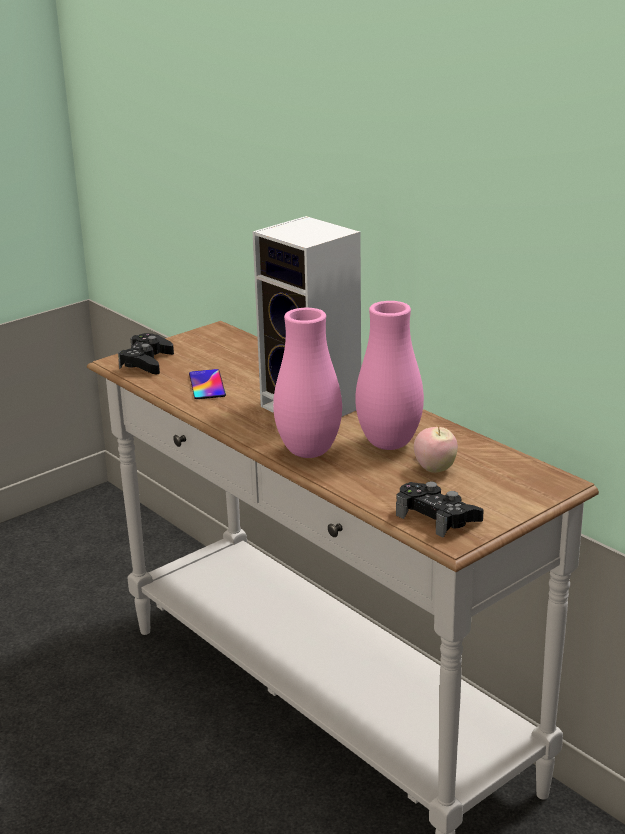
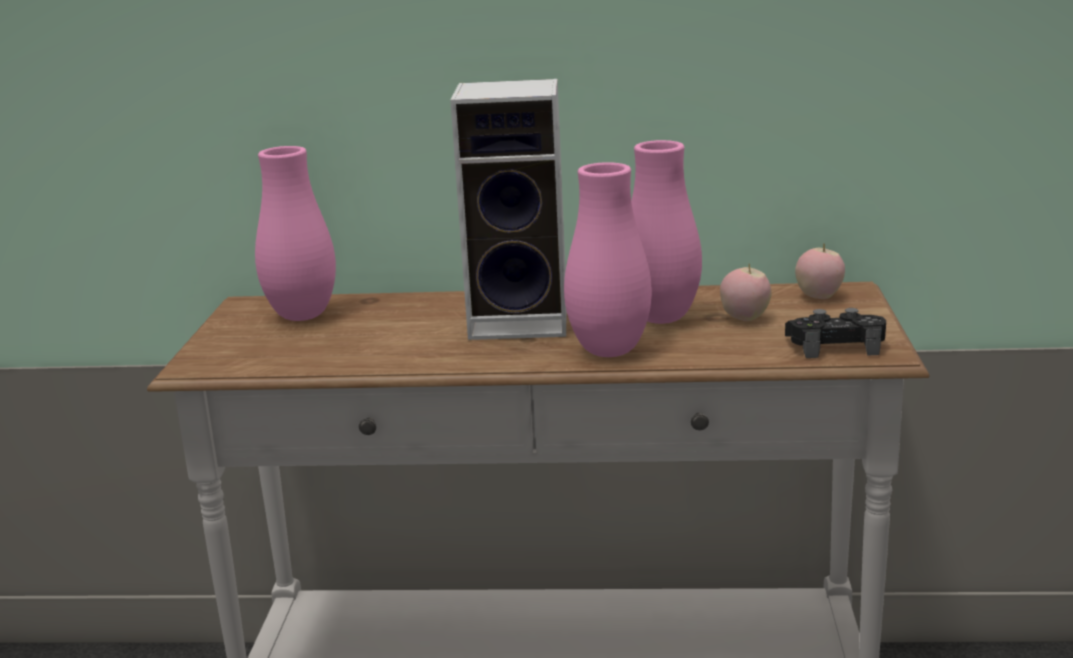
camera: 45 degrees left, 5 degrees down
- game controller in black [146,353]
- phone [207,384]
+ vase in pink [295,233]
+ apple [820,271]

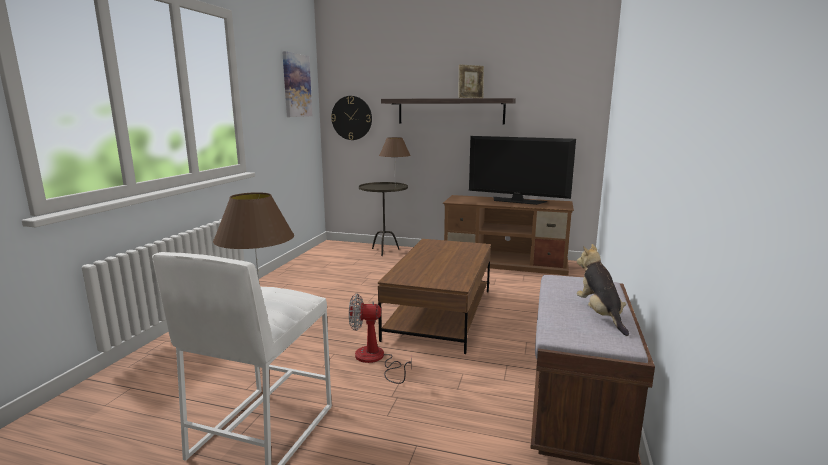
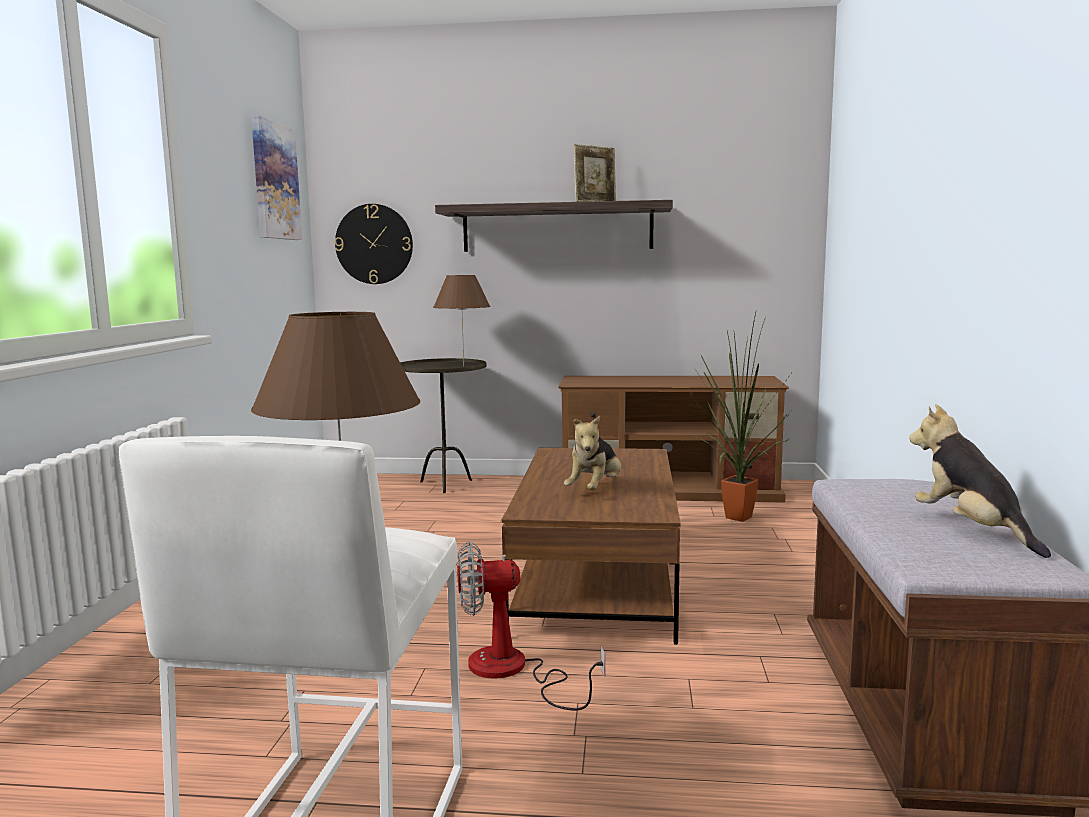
camera: 10 degrees left, 5 degrees down
- television [522,170]
+ plush toy [592,453]
+ potted plant [741,415]

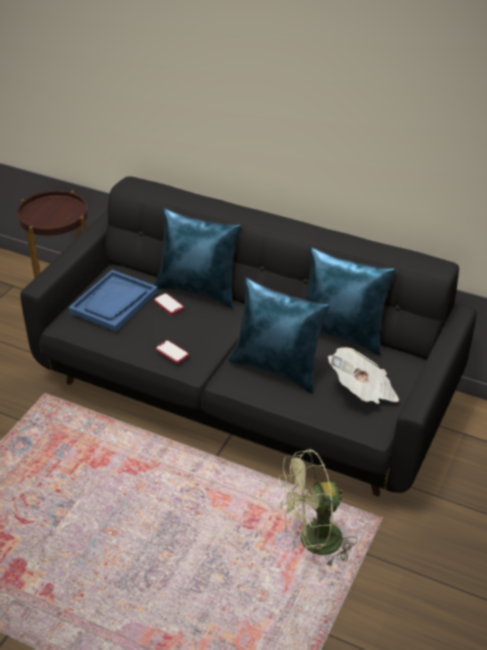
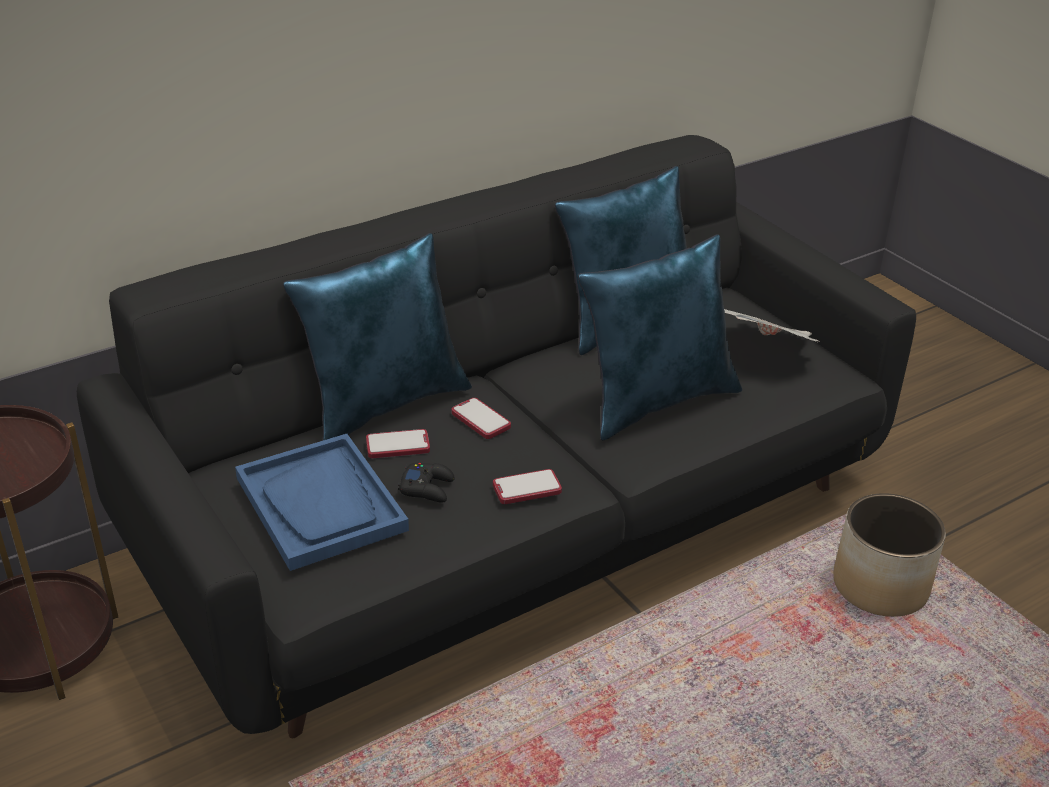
camera: 60 degrees left, 5 degrees down
~ fan in green [318,508] to planter [889,555]
+ game controller in black [426,483]
+ phone [481,418]

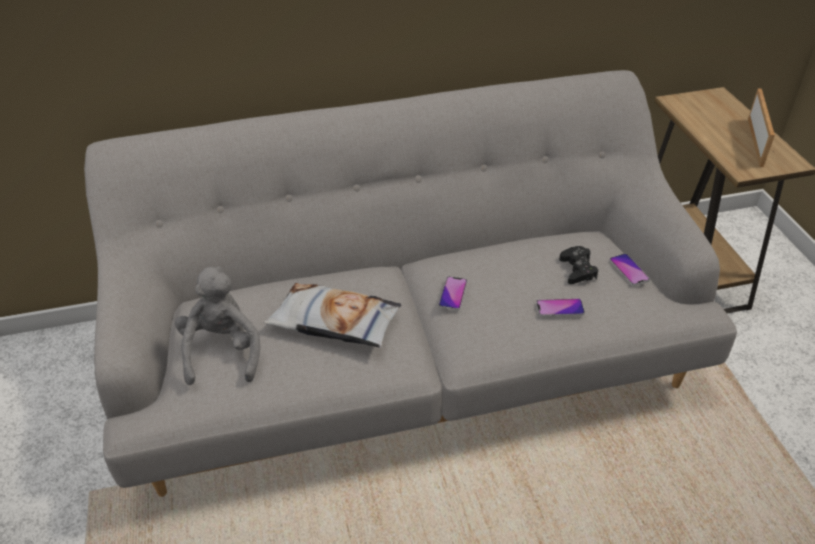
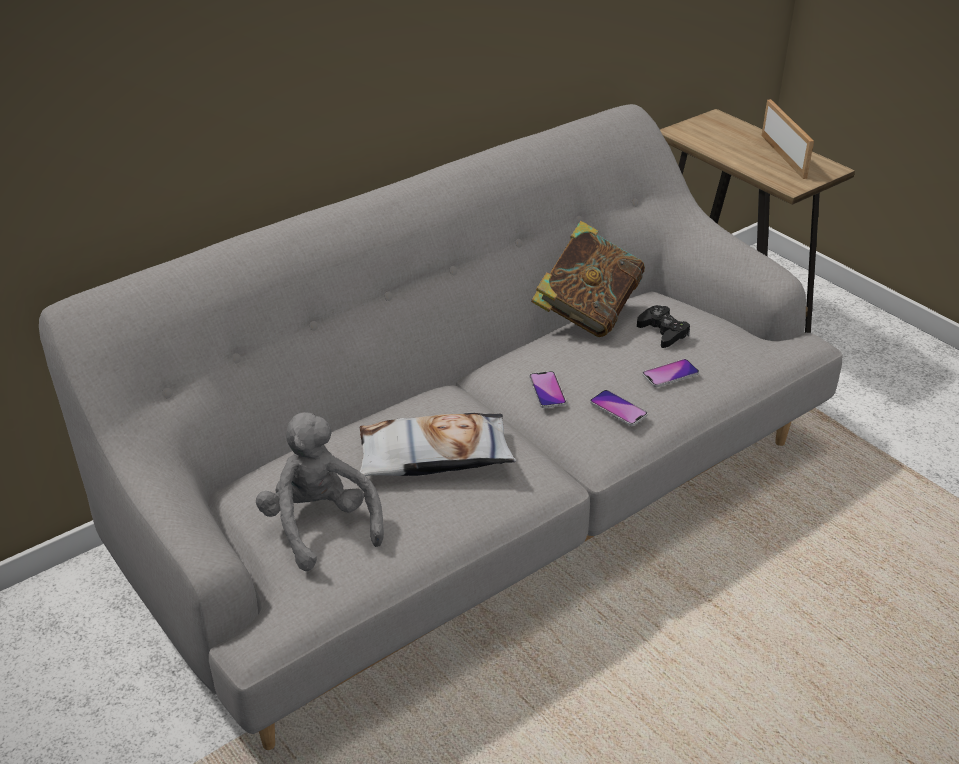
camera: 25 degrees left, 5 degrees down
~ phone [629,270] to [619,408]
+ book [588,279]

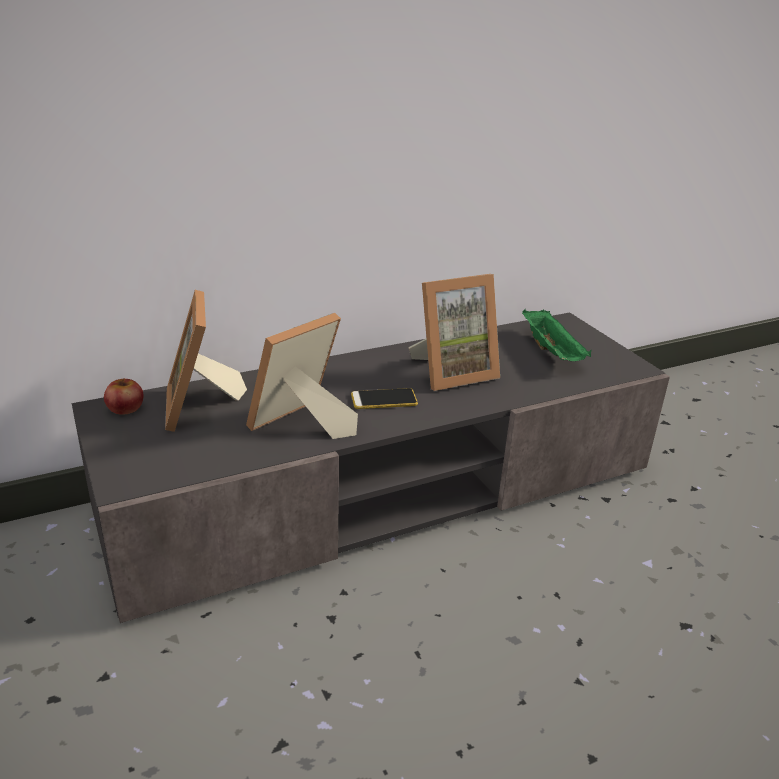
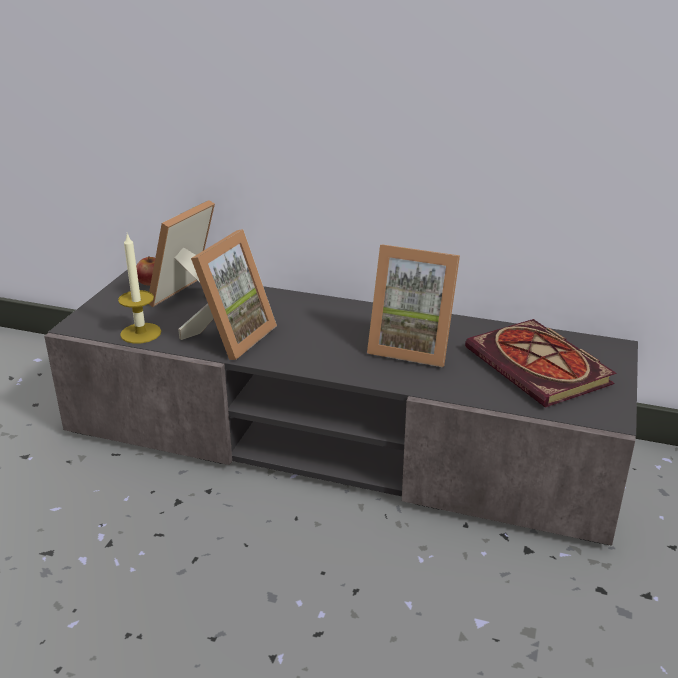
camera: 45 degrees right, 0 degrees up
~ picture frame [302,376] = [227,294] 120 degrees clockwise
- phone [384,398]
~ tray in green [556,335] to book [540,363]
+ candle [139,288]

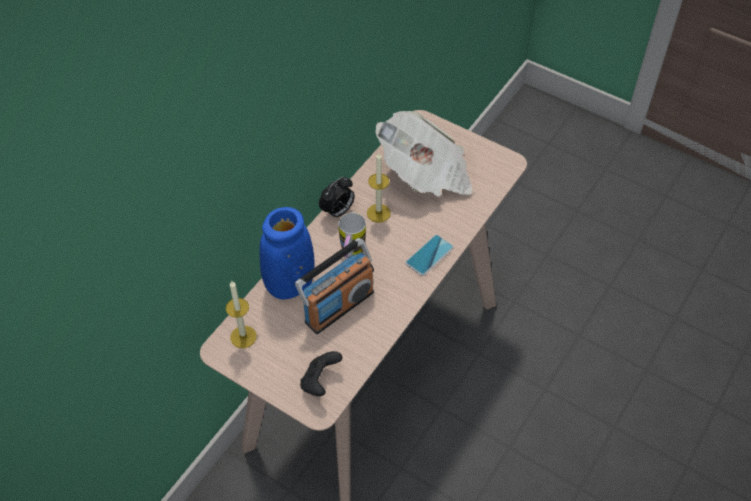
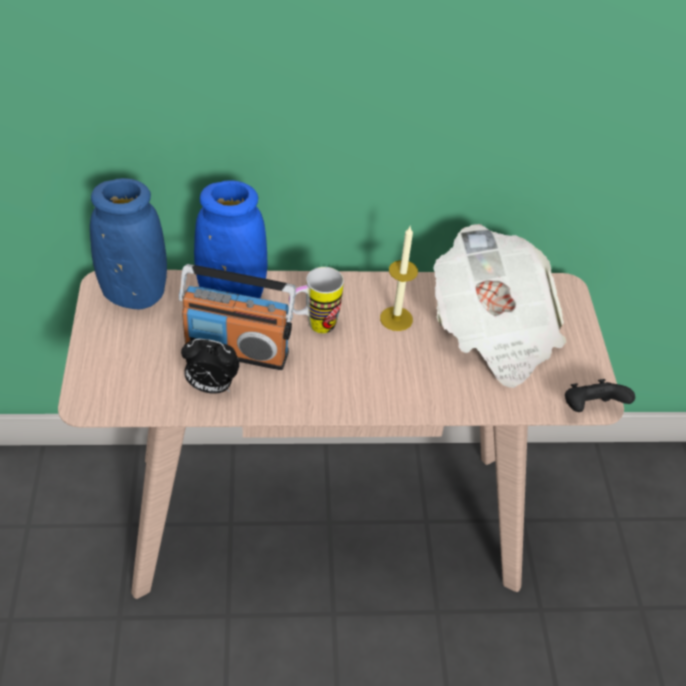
camera: 50 degrees right, 5 degrees down
~ candle [241,314] to vase in blue [128,243]
~ game controller in black [321,373] to [600,395]
~ alarm clock [337,198] to [210,366]
- phone [429,255]

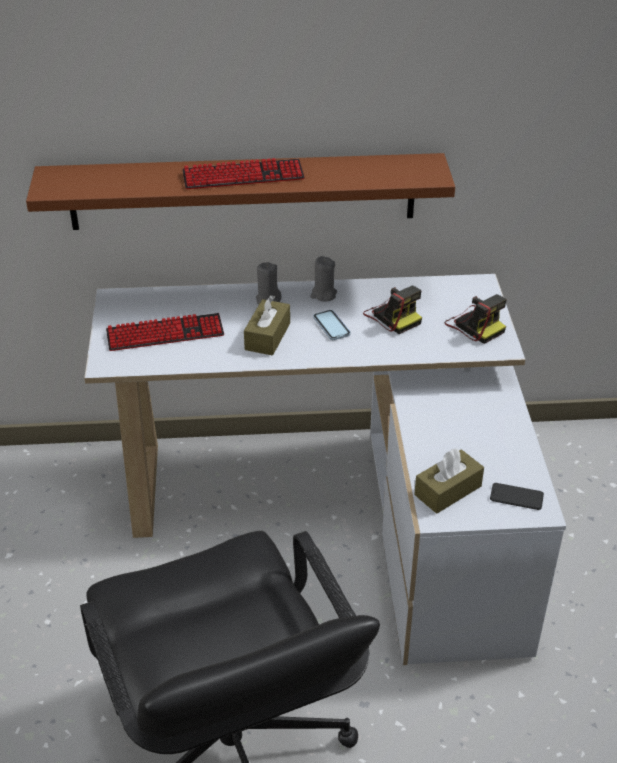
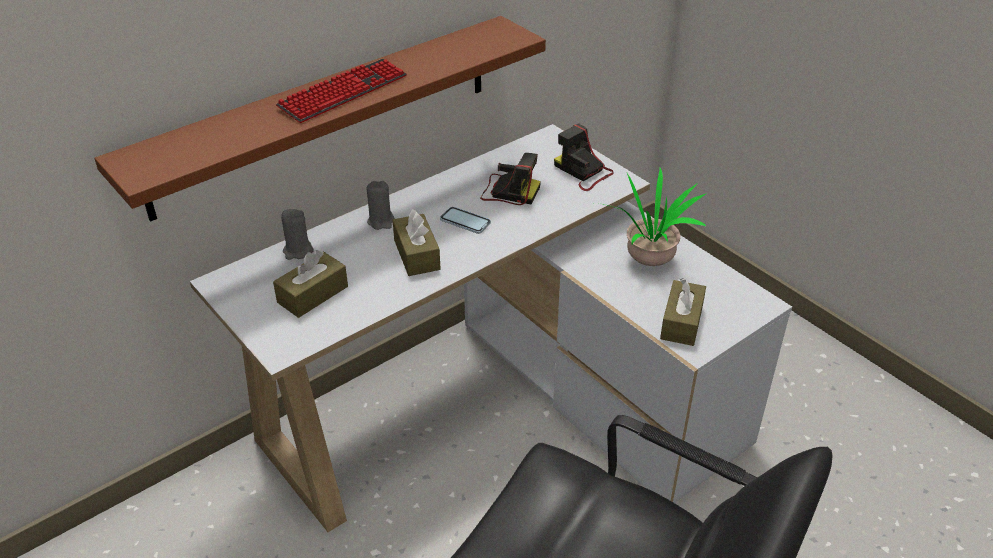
camera: 35 degrees left, 0 degrees up
~ keyboard [165,332] to tissue box in brown [310,284]
~ candle in grey [323,278] to [297,234]
~ photo camera [476,319] = [583,157] 150 degrees counterclockwise
- phone [517,496]
+ potted plant [653,217]

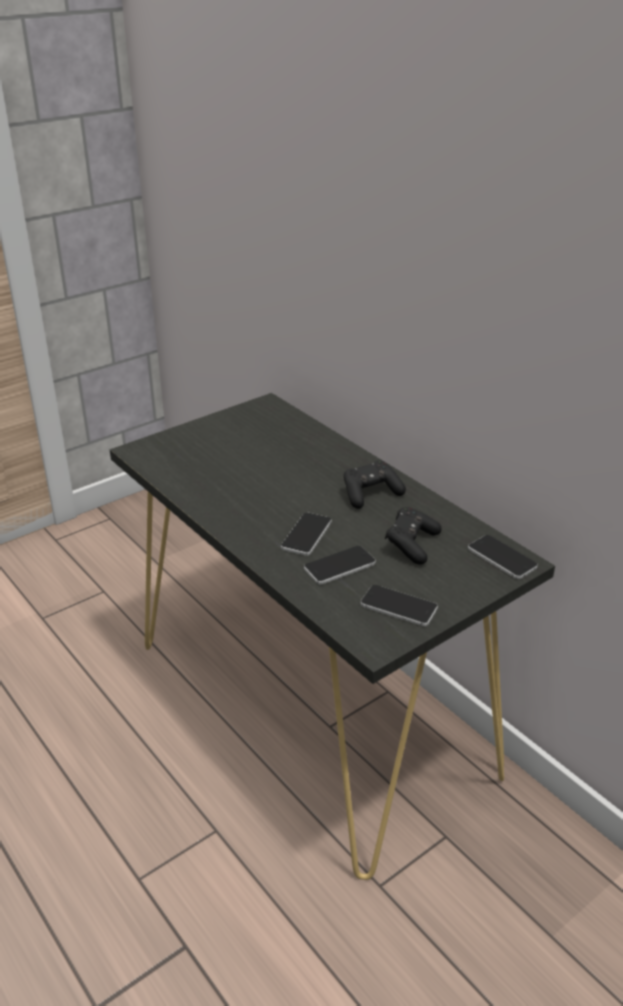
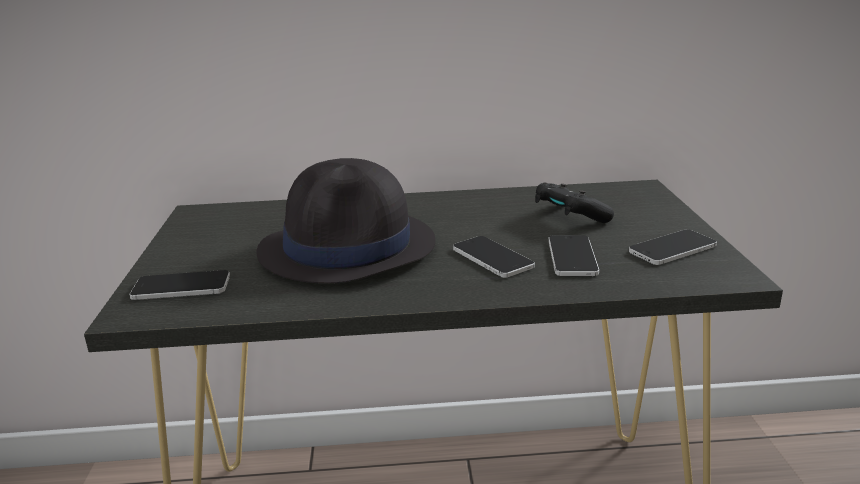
camera: 55 degrees left, 10 degrees down
- game controller in black [375,484]
~ phone [503,557] to [179,285]
+ hat in black [345,221]

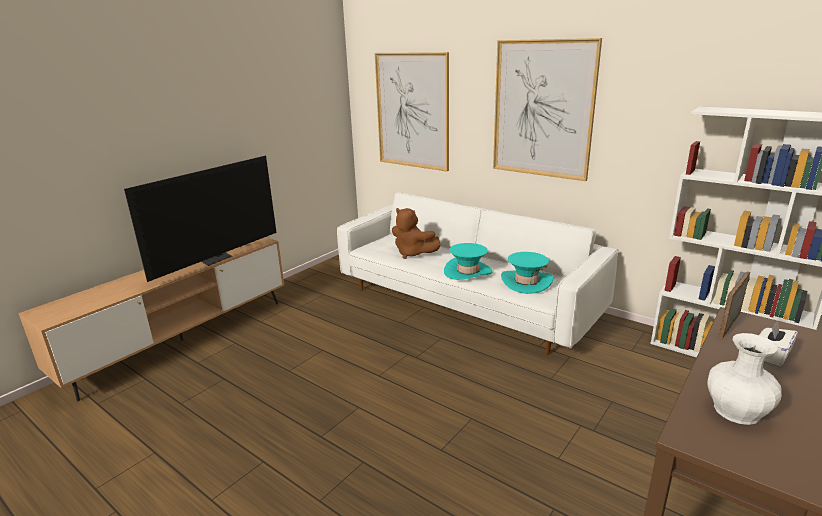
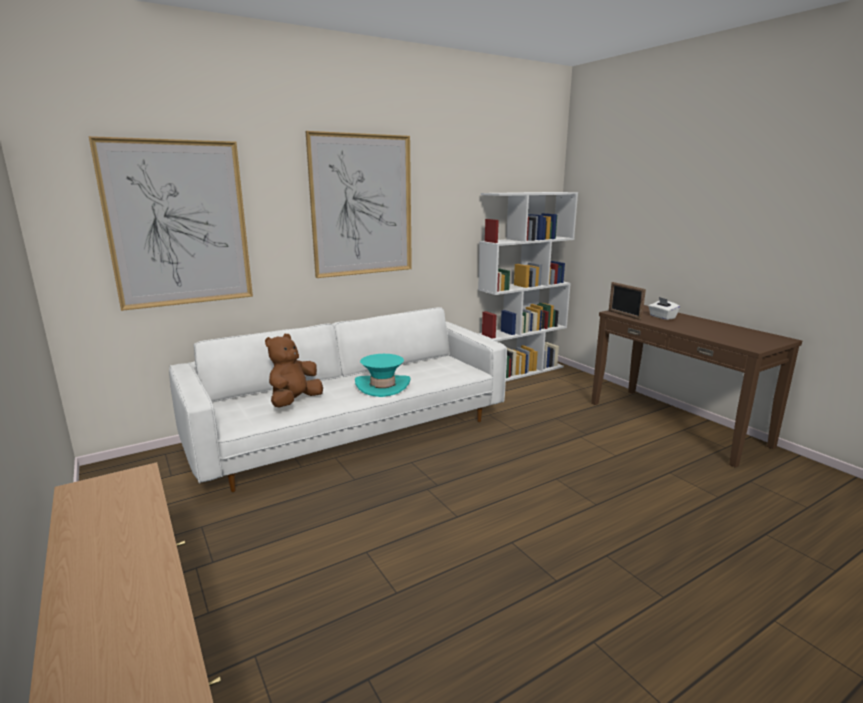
camera: 70 degrees left, 5 degrees down
- television [200,219]
~ plush toy in brown [416,233] = [294,370] 150 degrees clockwise
- hat in turquoise [527,273]
- vase in white [744,379]

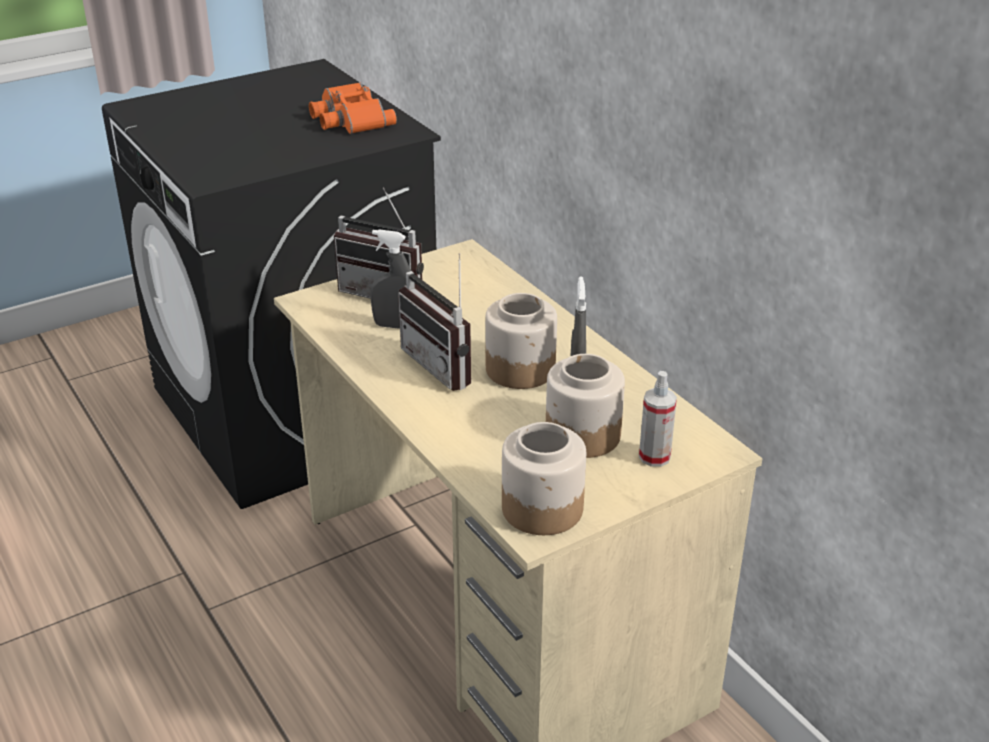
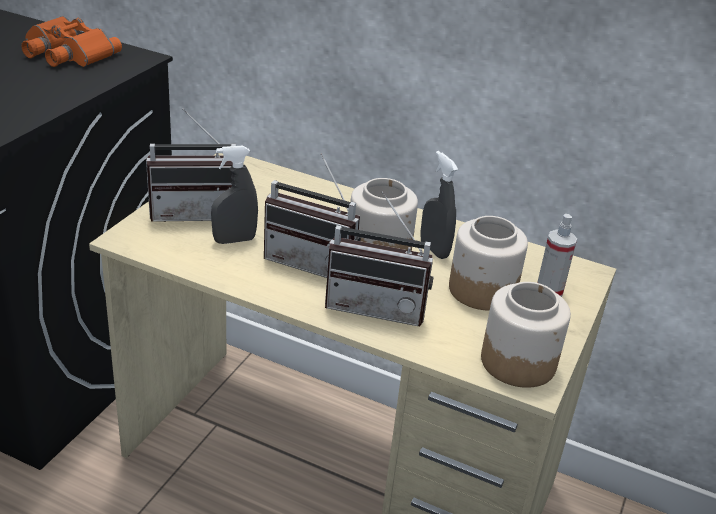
camera: 35 degrees left, 0 degrees up
+ radio [379,258]

